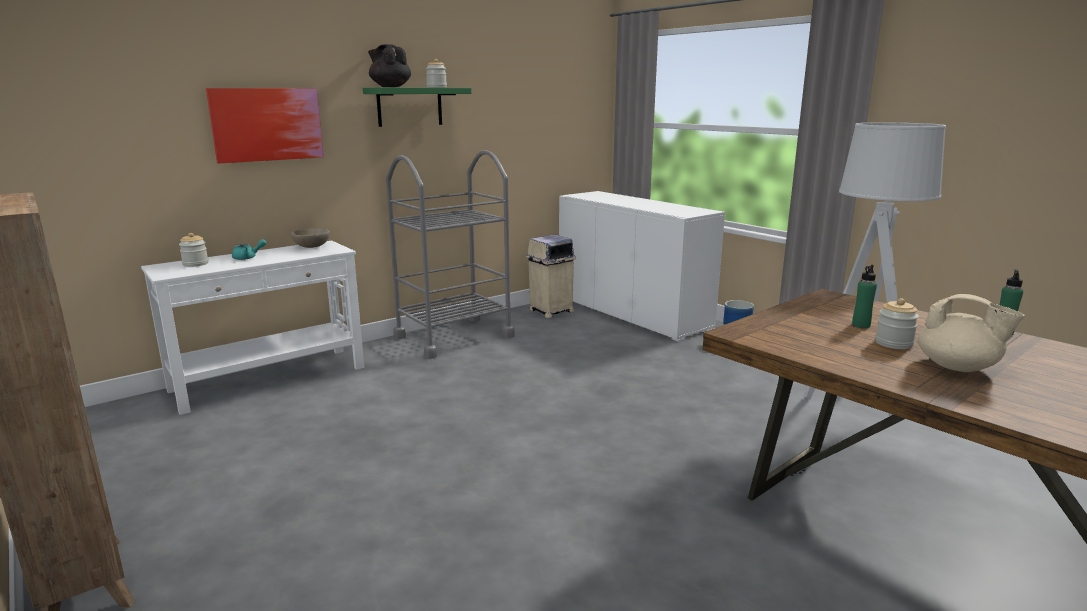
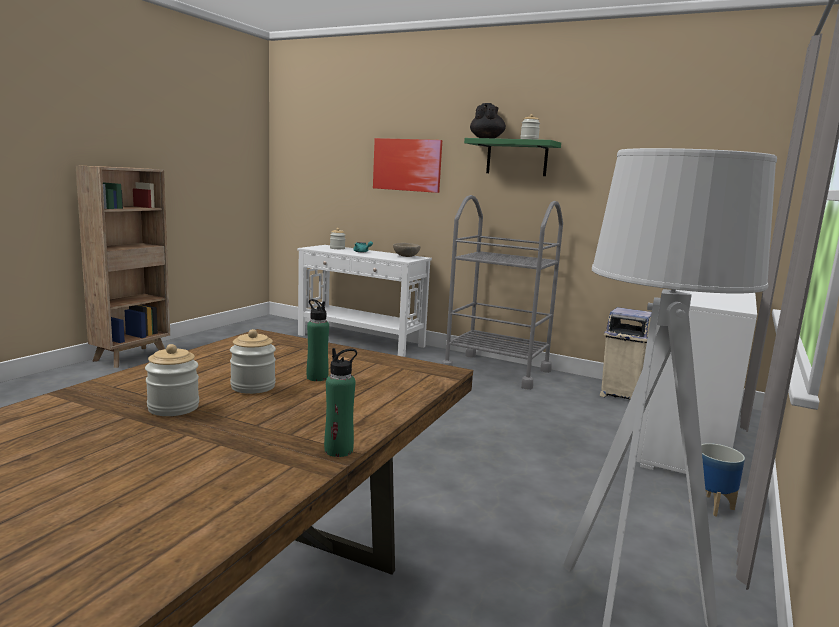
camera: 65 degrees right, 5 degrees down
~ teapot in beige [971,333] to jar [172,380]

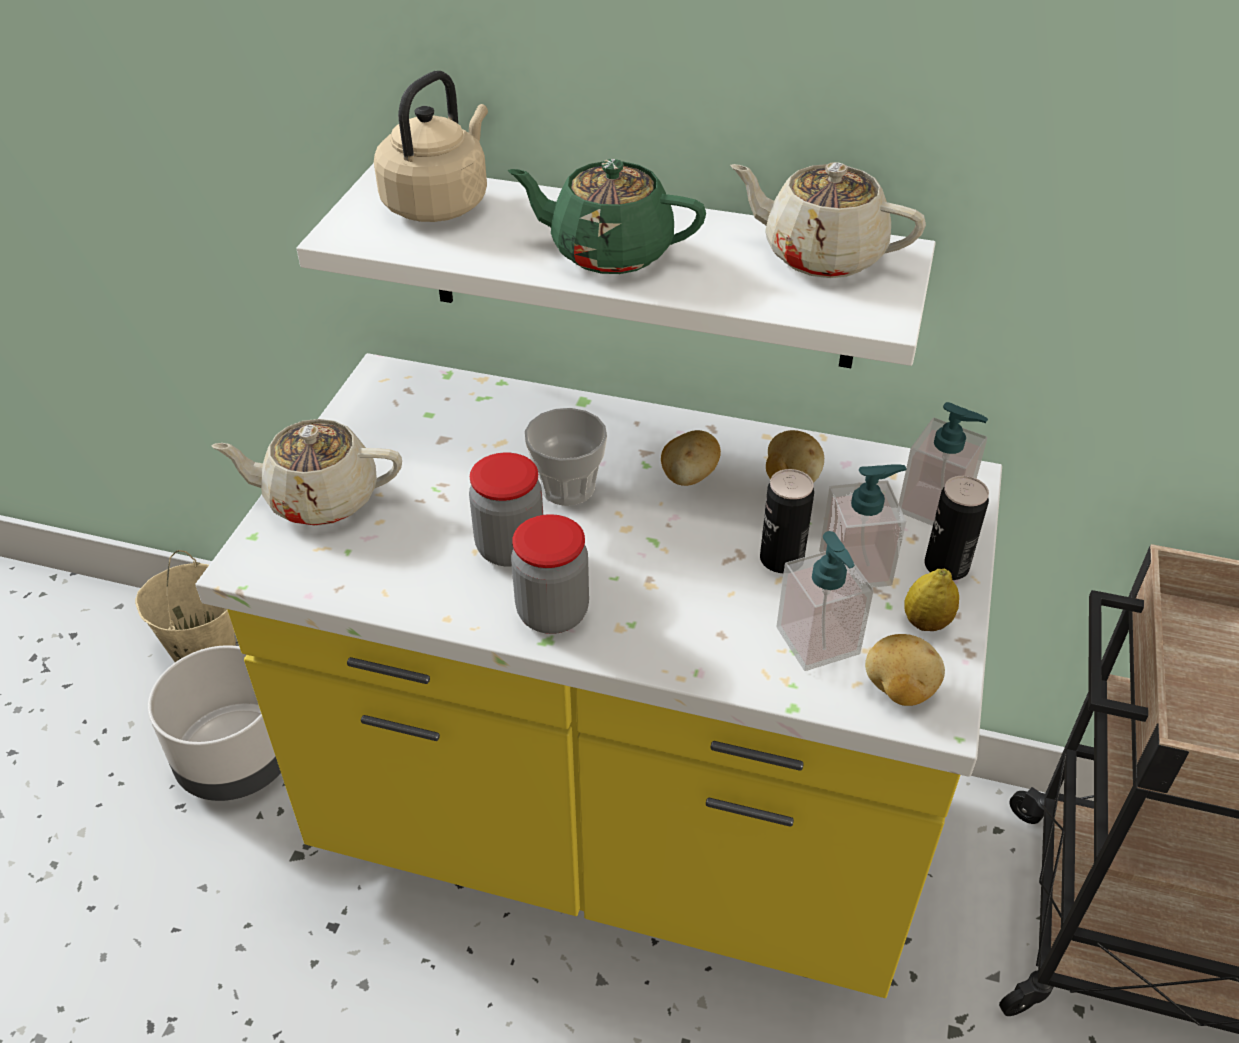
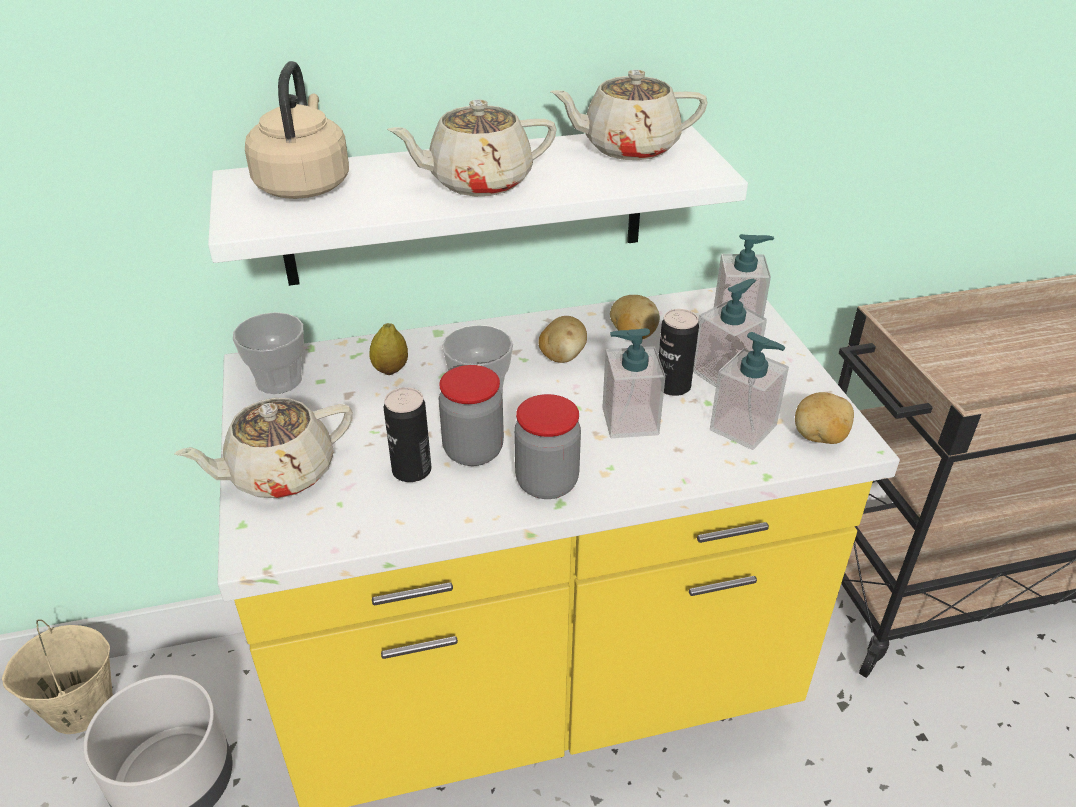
camera: 30 degrees left, 5 degrees down
~ teapot in green [607,216] to teapot in beige [471,148]
~ lemon [931,600] to [388,349]
~ can [956,528] to [408,434]
+ cup [268,353]
+ soap dispenser [634,383]

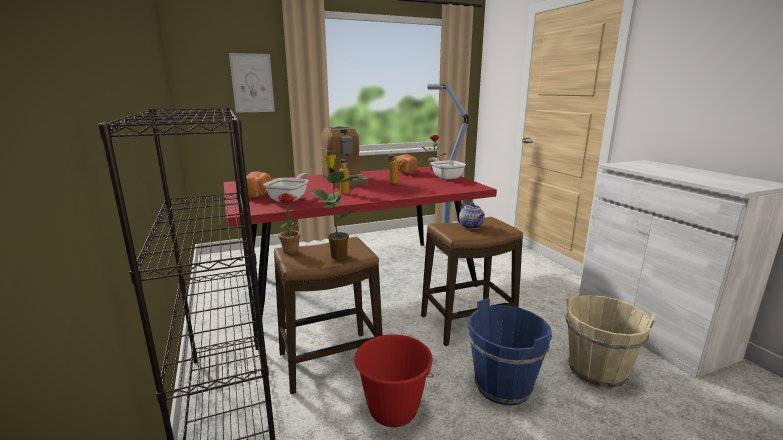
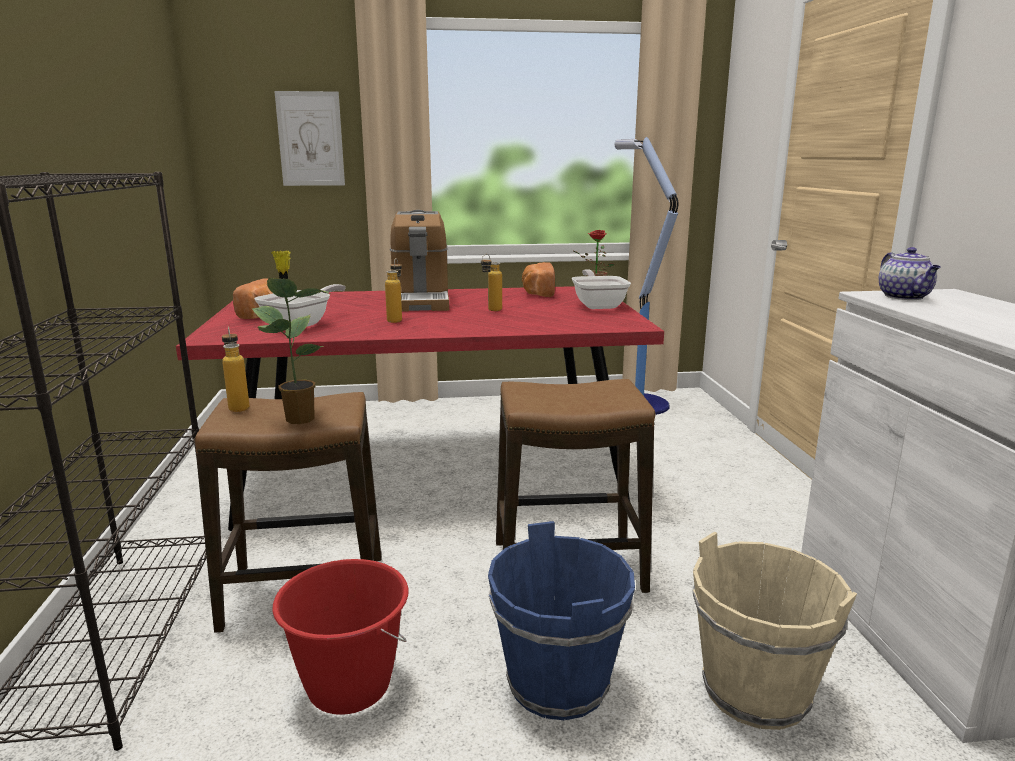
camera: 15 degrees right, 0 degrees up
~ potted plant [289,223] to bottle [236,369]
~ teapot [472,216] to [909,273]

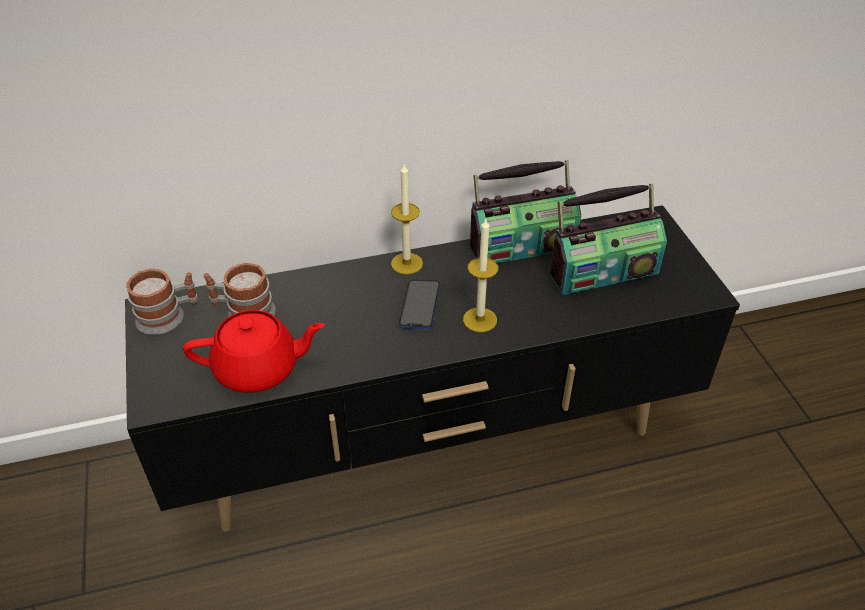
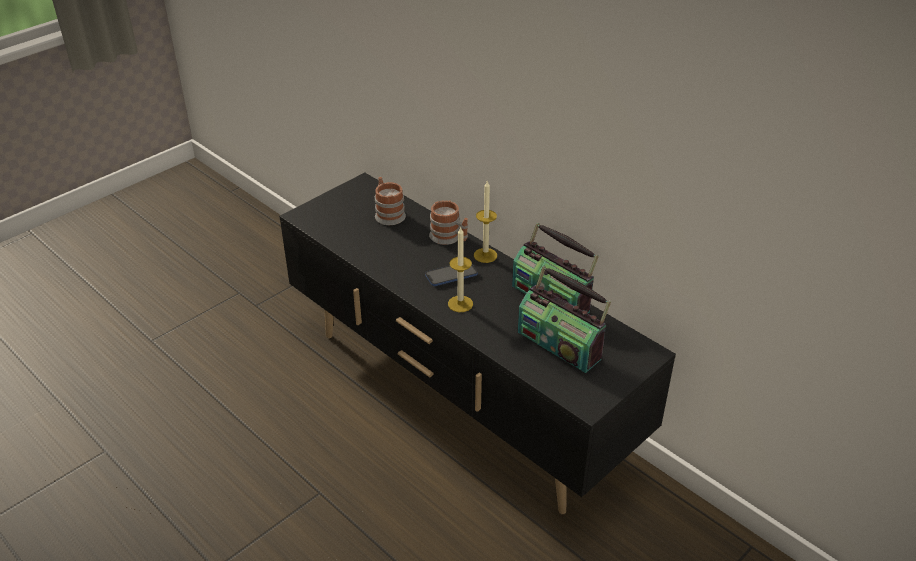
camera: 60 degrees right, 5 degrees down
~ mug [162,302] to [448,222]
- teapot in red [254,351]

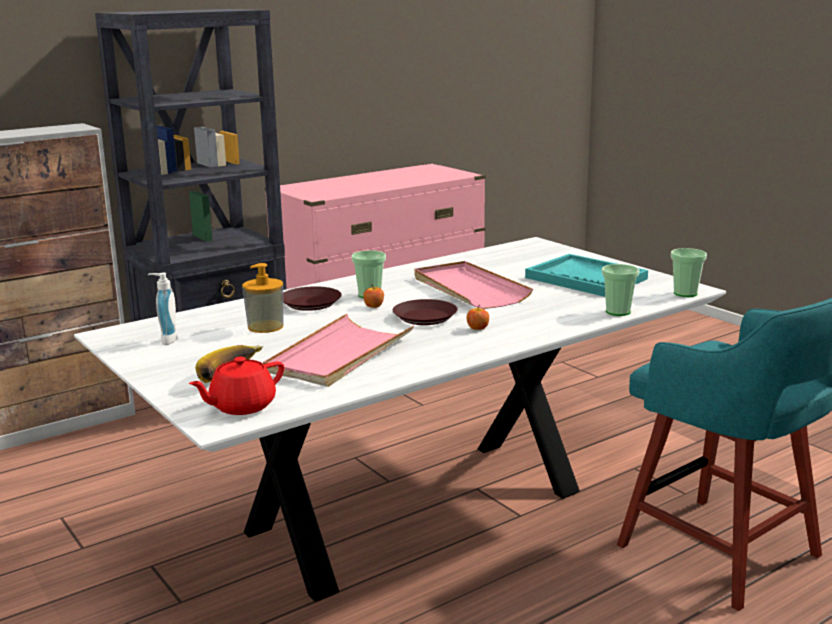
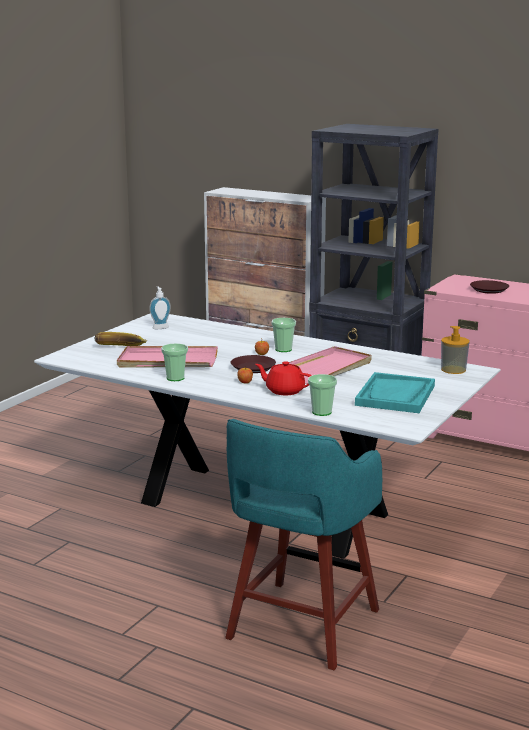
camera: 65 degrees right, 0 degrees up
~ teapot in red [236,386] to [283,378]
~ soap dispenser [262,298] to [455,350]
~ plate in brown [312,298] to [489,287]
~ cup [689,272] to [174,362]

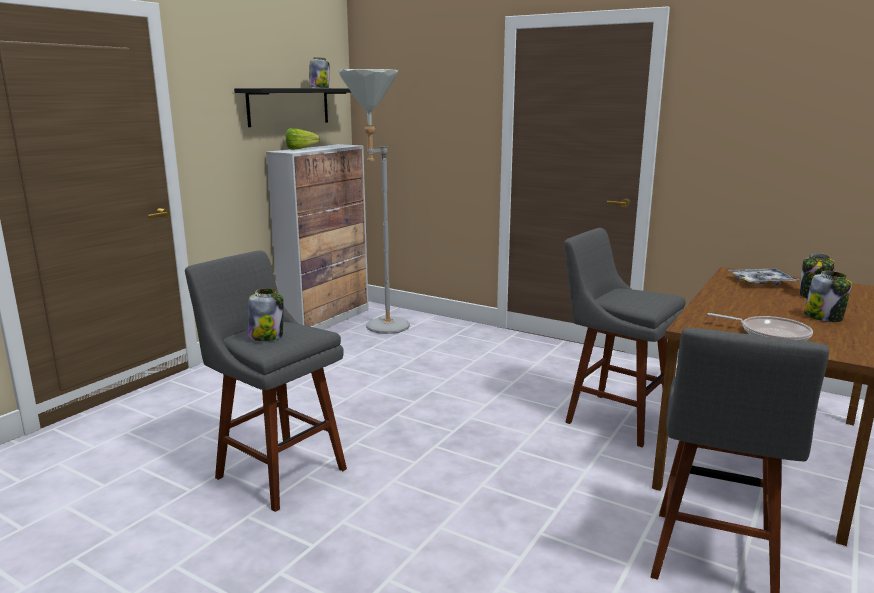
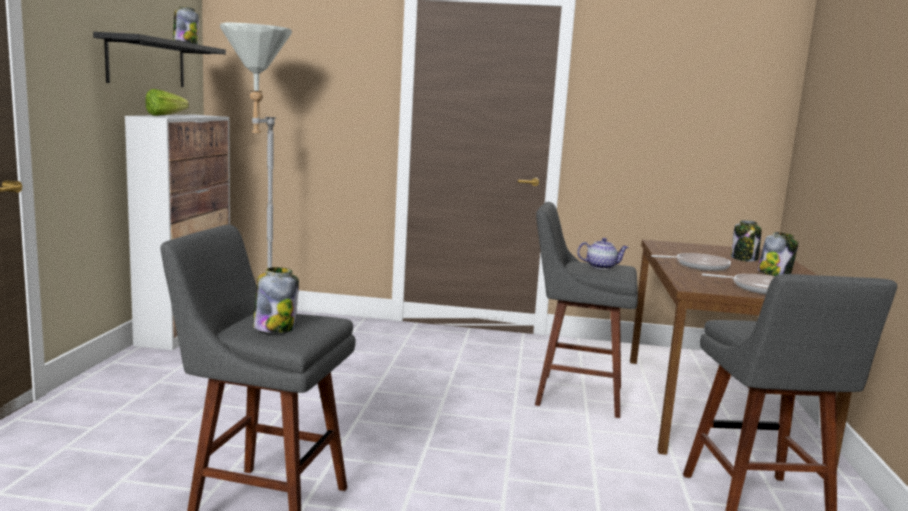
camera: 25 degrees left, 5 degrees down
- tray [765,277]
+ teapot [603,253]
+ frying pan [691,262]

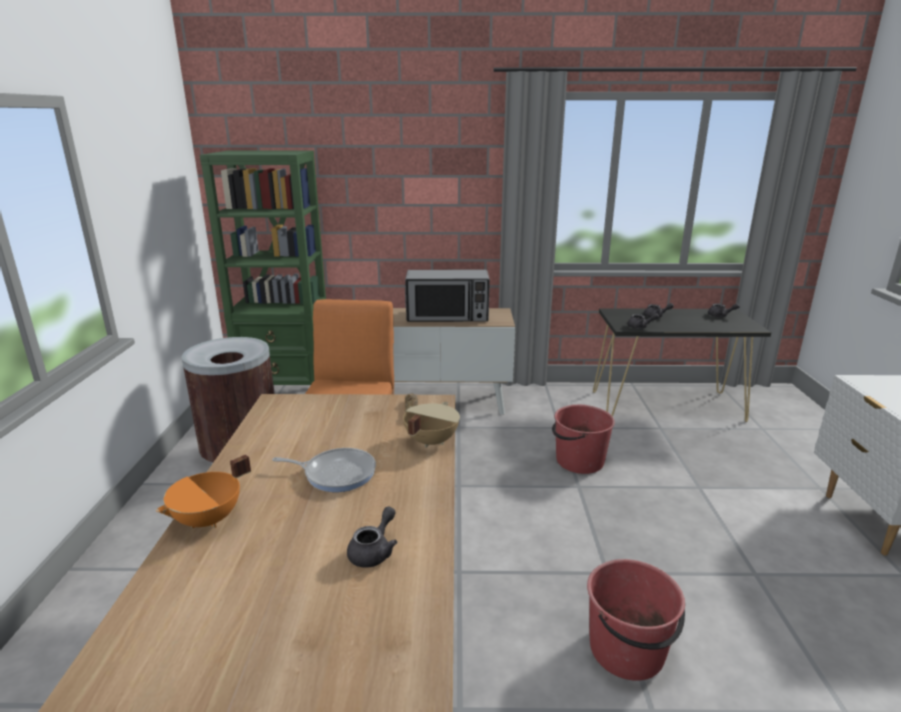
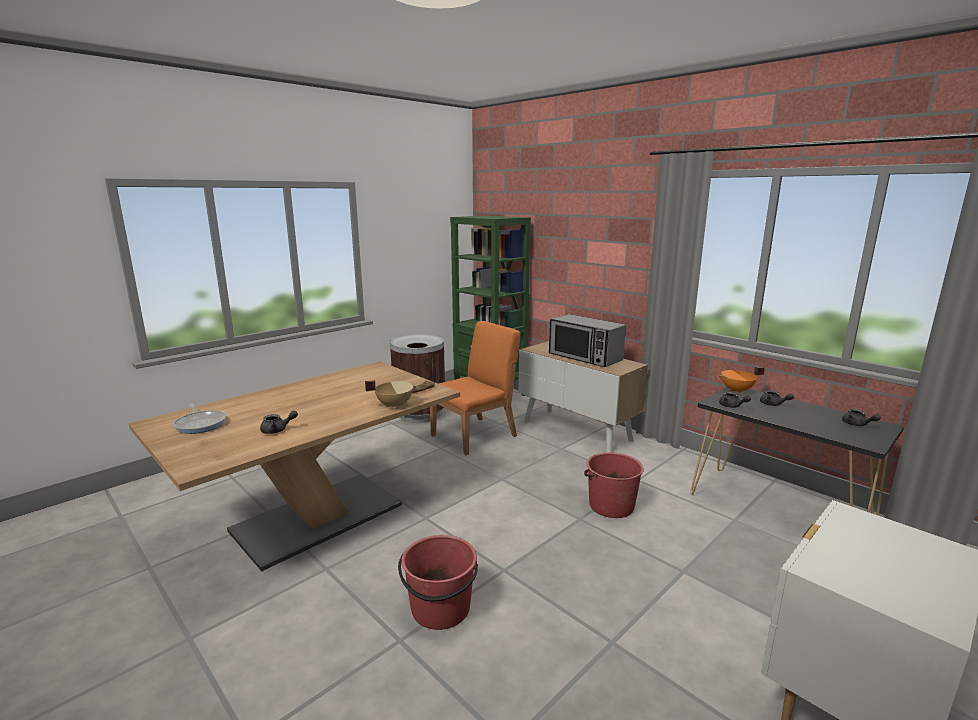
camera: 45 degrees right, 5 degrees down
~ cooking pot in orange [203,491] to [741,380]
~ frying pan [324,470] to [199,418]

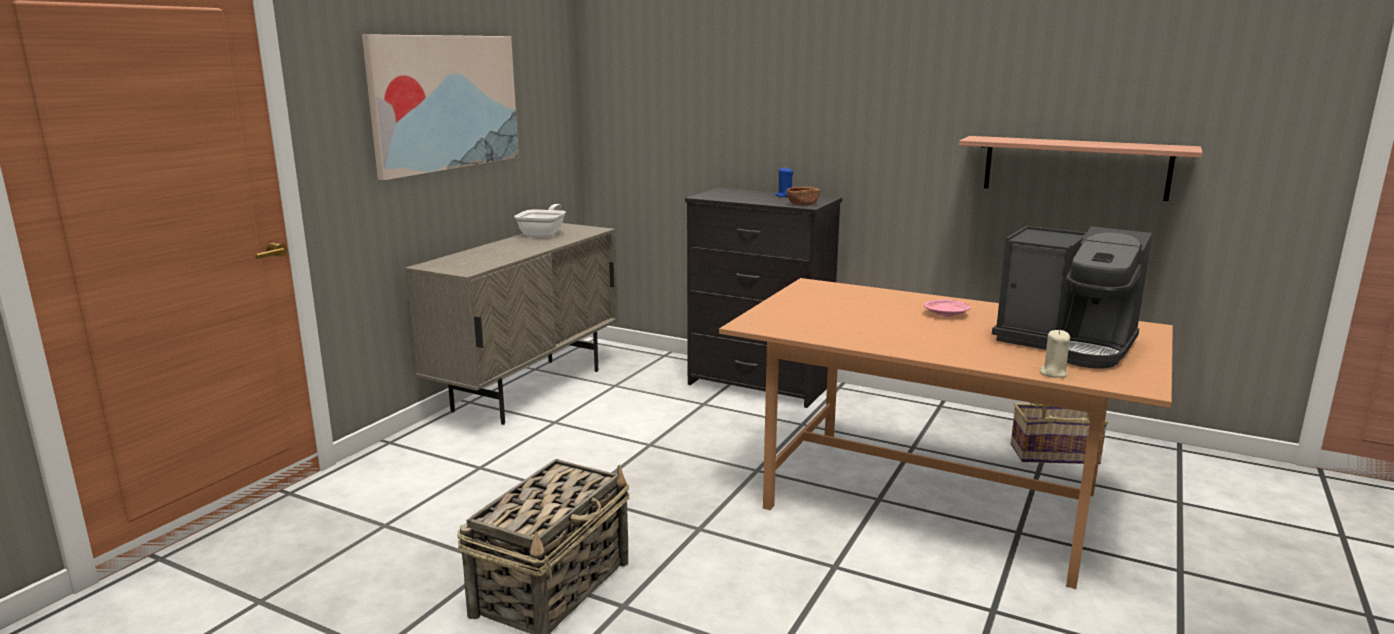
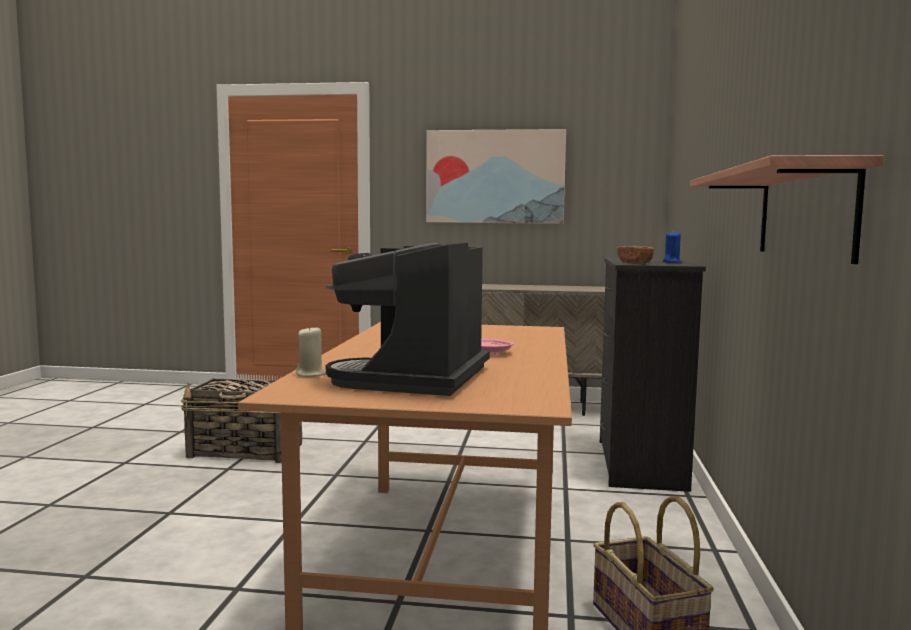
camera: 70 degrees right, 10 degrees down
- frying pan [540,221]

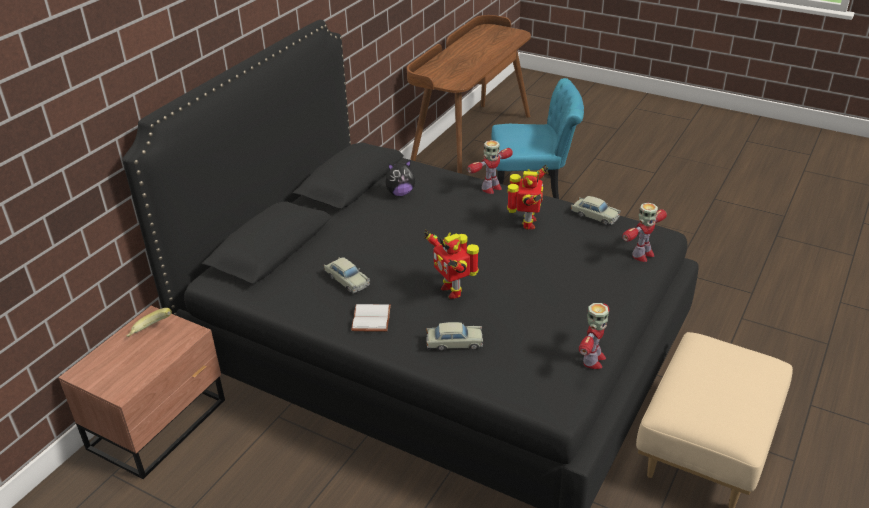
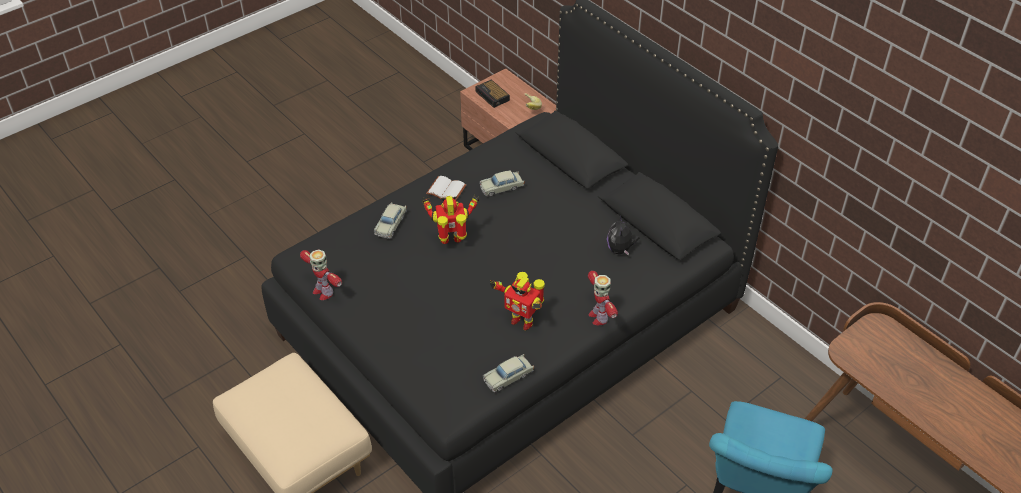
camera: 110 degrees right, 10 degrees up
- toy robot [644,232]
+ alarm clock [492,93]

